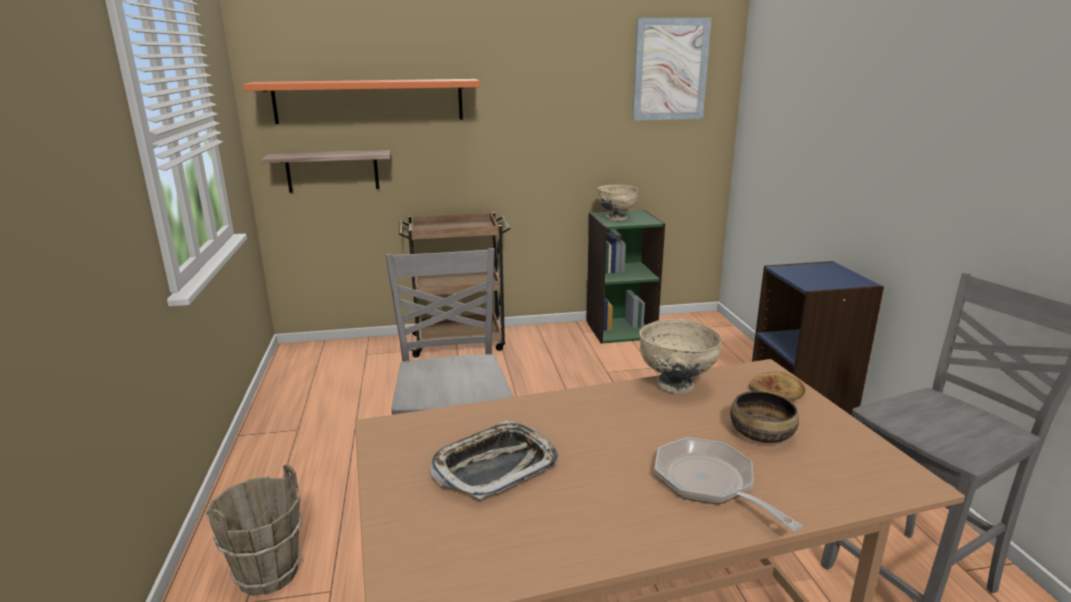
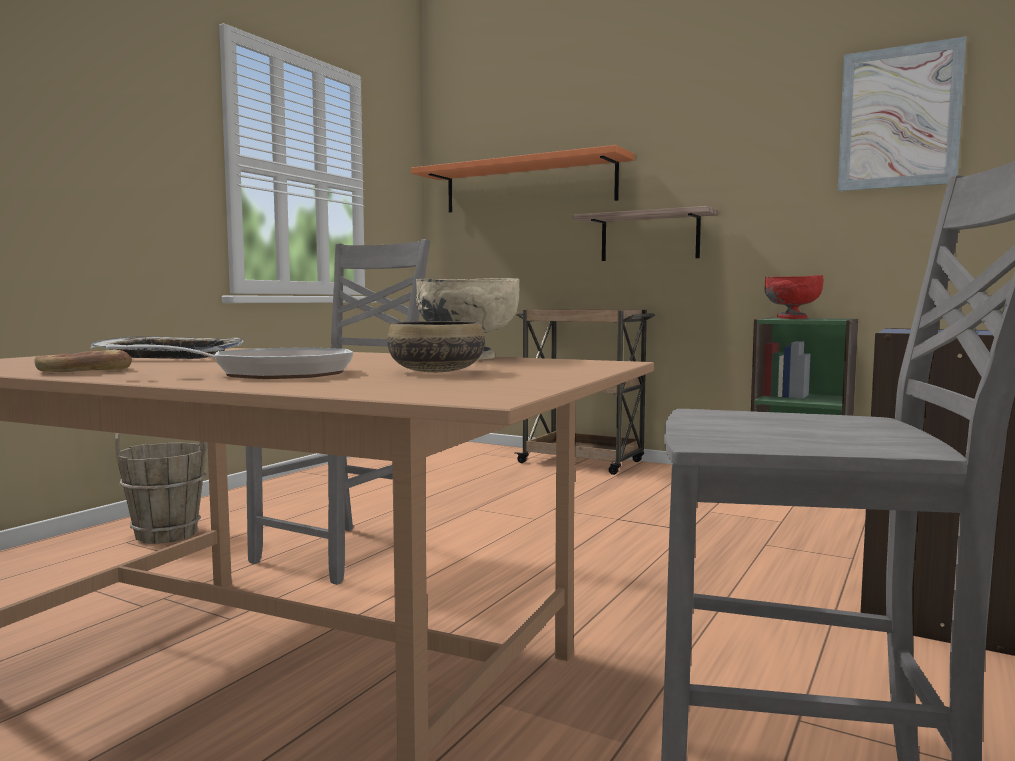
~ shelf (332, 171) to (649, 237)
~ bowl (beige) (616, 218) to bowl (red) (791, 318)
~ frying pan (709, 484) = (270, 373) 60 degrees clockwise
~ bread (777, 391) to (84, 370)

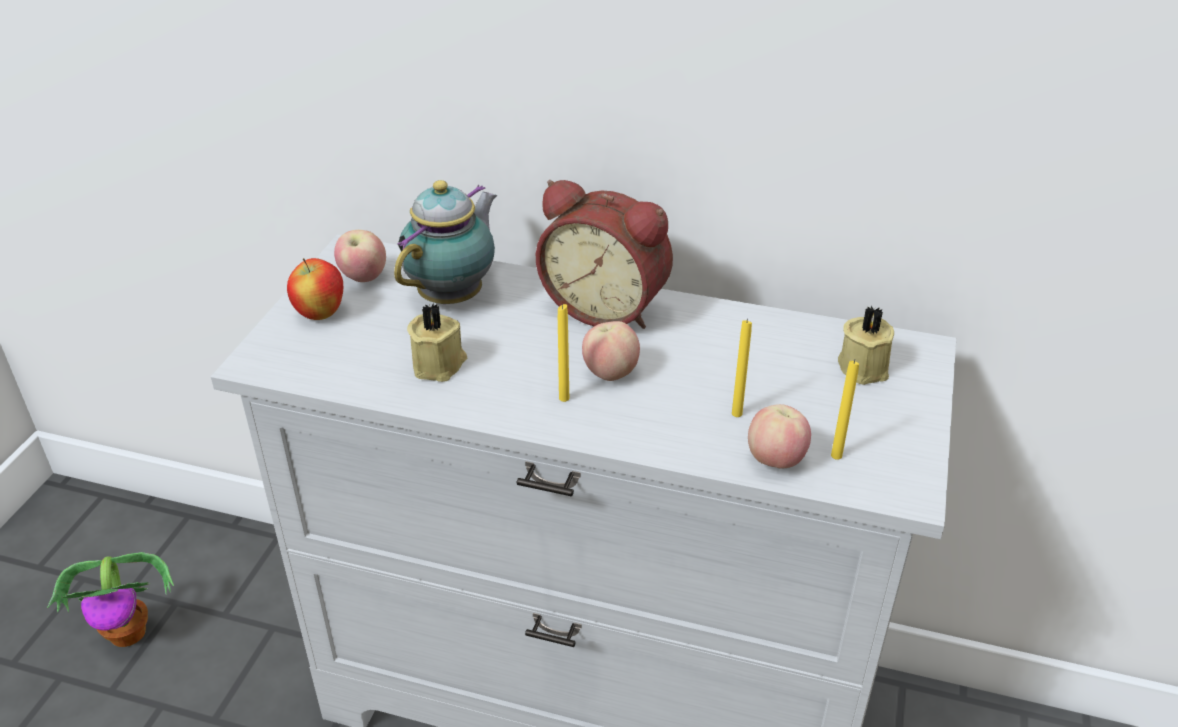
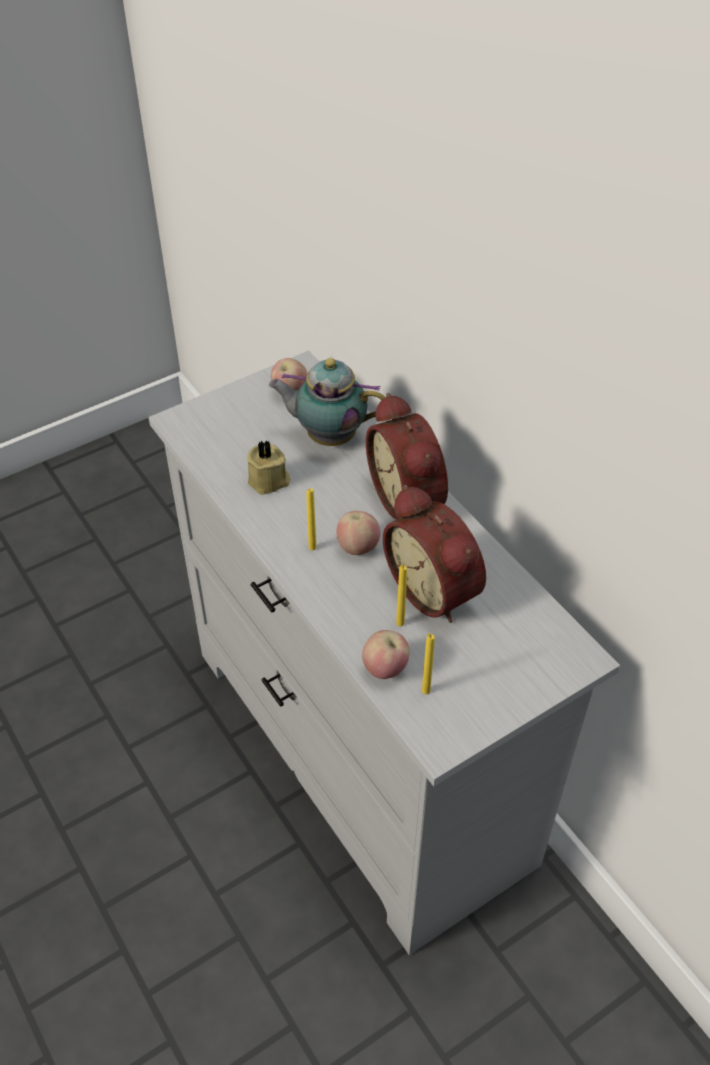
- potted plant (129, 632)
- apple (320, 314)
~ teapot (454, 295) = (328, 436) 150 degrees counterclockwise
- candle (beige) (864, 366)
+ alarm clock (436, 589)

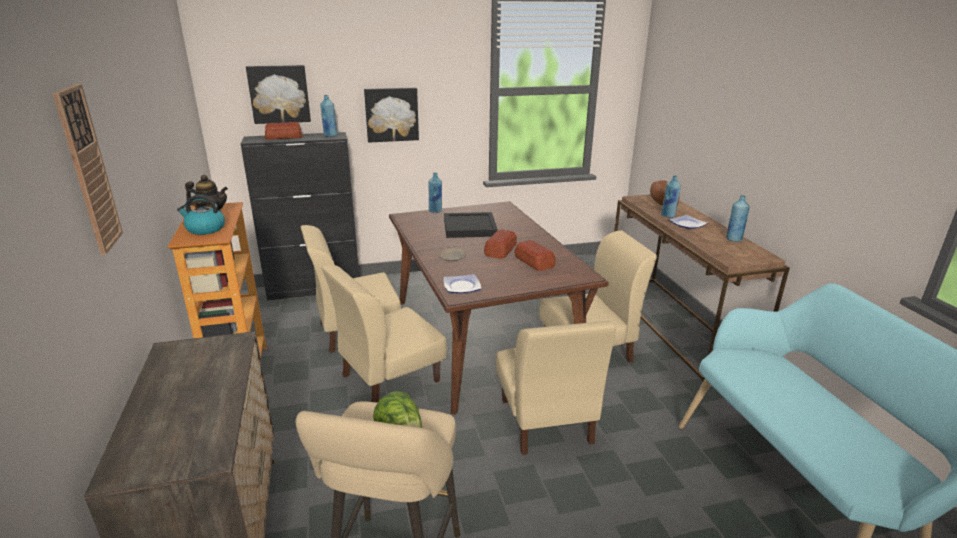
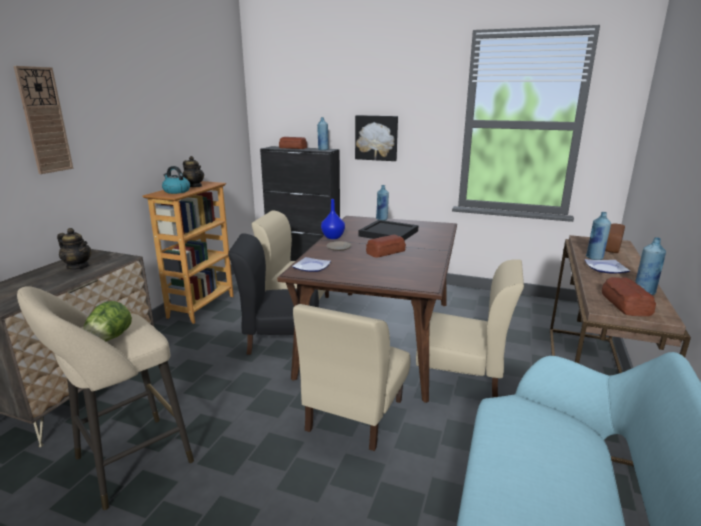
- picture (279, 94)
~ chair (beige) (389, 378) to chair (black) (280, 339)
~ bread (534, 262) to (625, 304)
+ teapot (78, 266)
+ vase (blue) (333, 237)

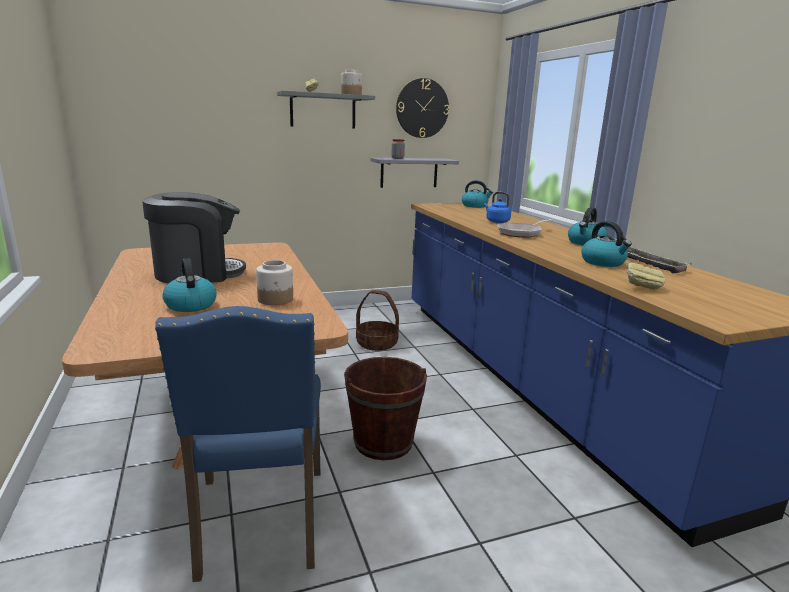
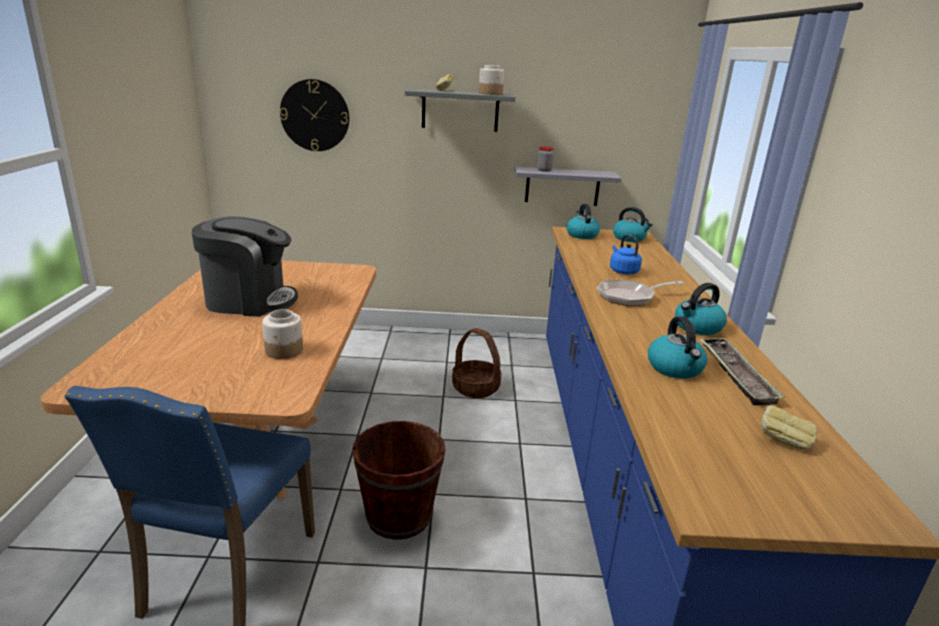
~ kettle (190, 305) to (581, 235)
~ wall clock (422, 108) to (315, 115)
~ bread (642, 288) to (783, 442)

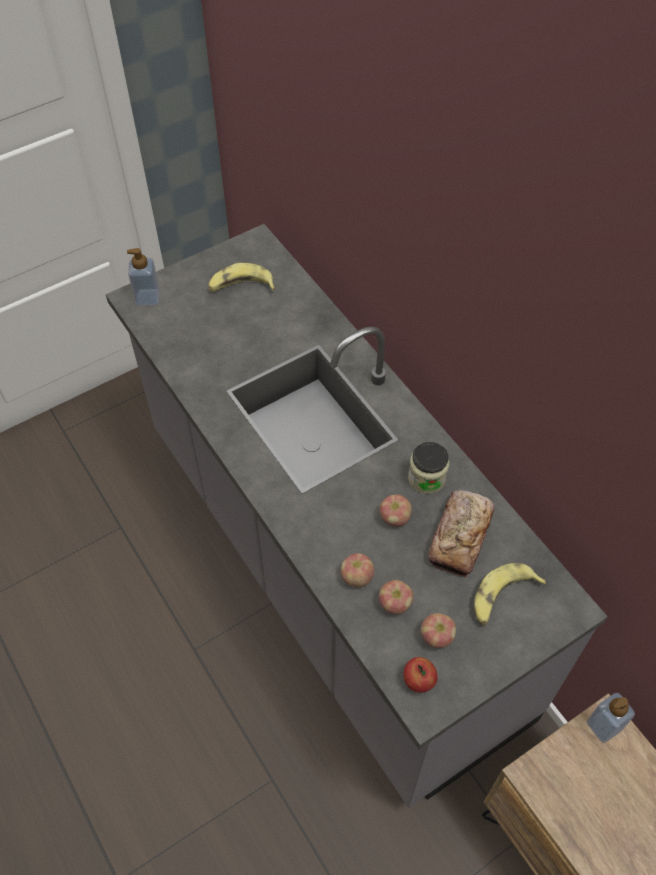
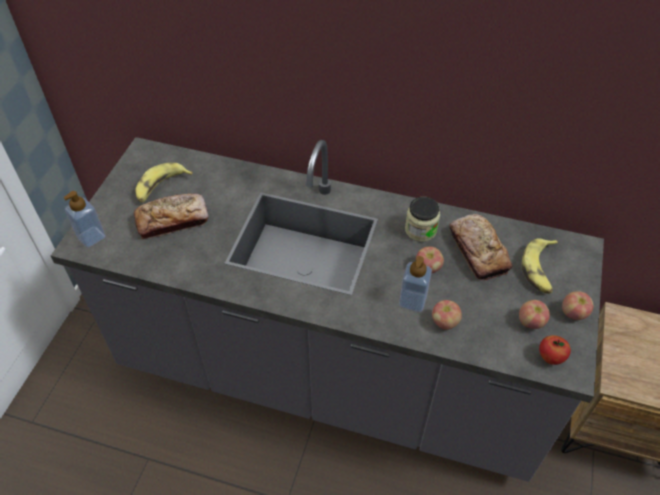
~ apple (395, 603) to (573, 313)
~ soap dispenser (603, 726) to (412, 301)
+ bread (172, 220)

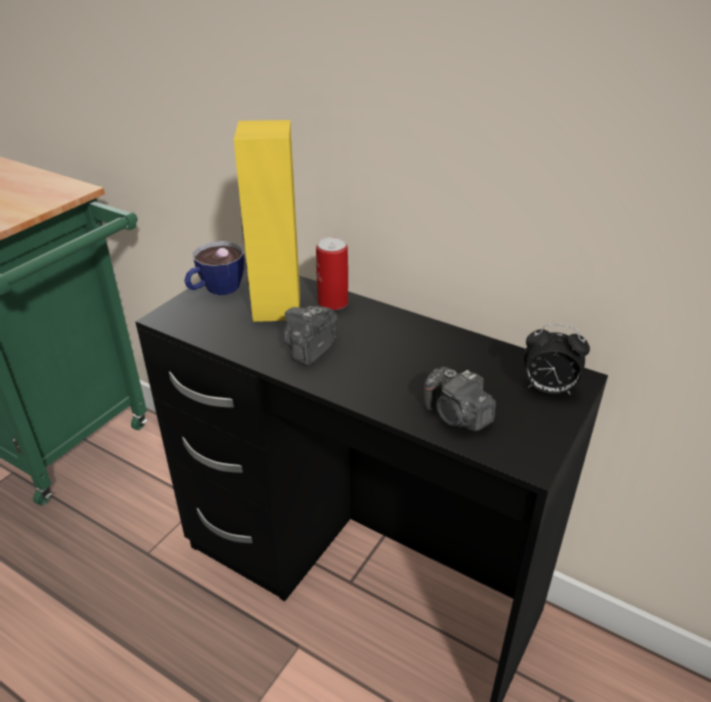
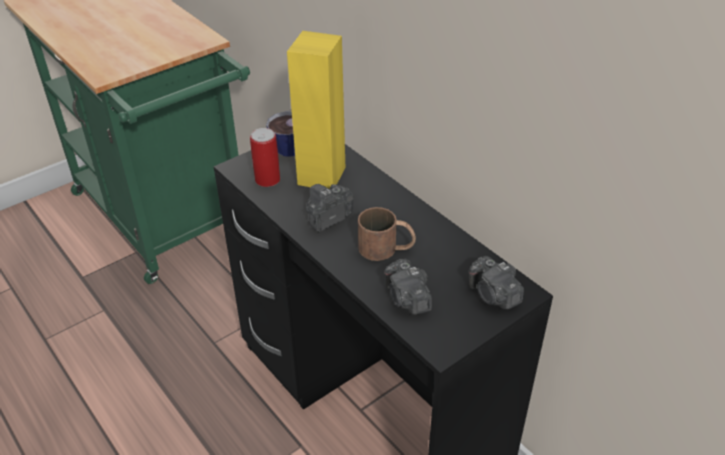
~ can (333, 303) to (267, 180)
~ alarm clock (547, 389) to photo camera (493, 295)
+ mug (brown) (386, 248)

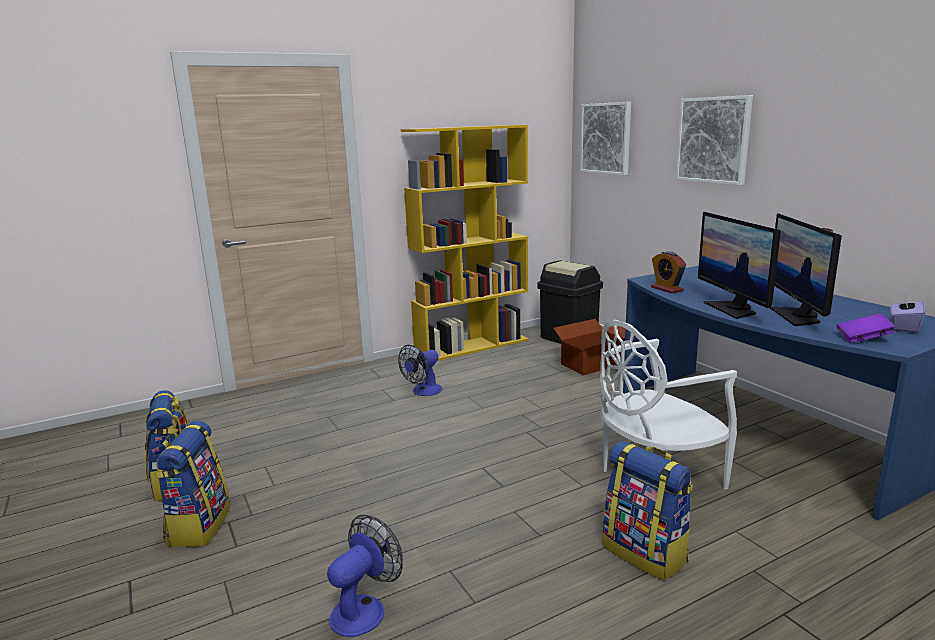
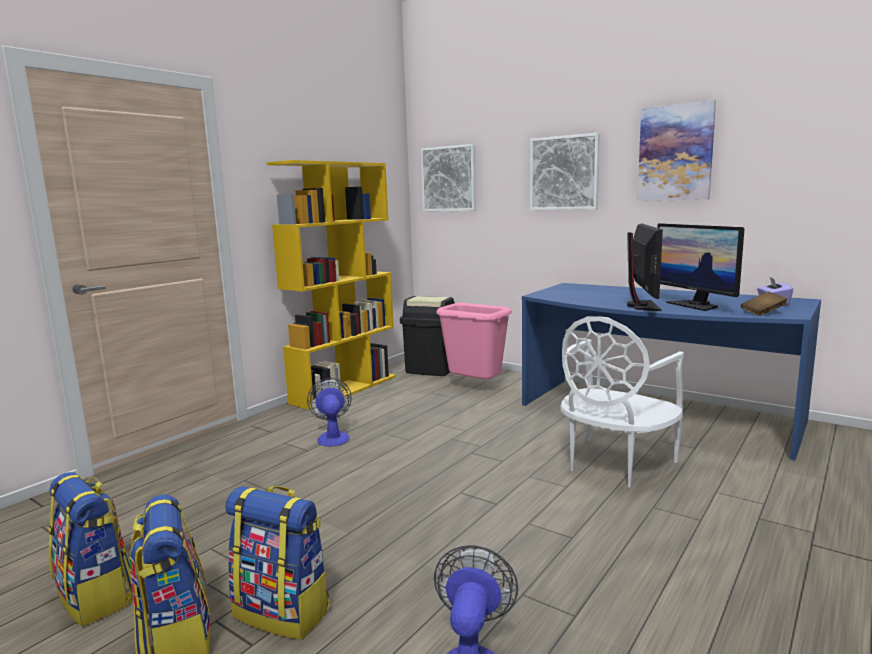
~ fan (423, 392) = (332, 437) 150 degrees clockwise
~ cardboard box (594, 364) to trash can (pink) (475, 387)
~ backpack (645, 553) to (283, 612)
- alarm clock (666, 289)
~ monitor (733, 309) = (642, 306) 135 degrees counterclockwise
~ book (purple) (863, 339) to book (brown) (763, 313)
+ picture (675, 153)

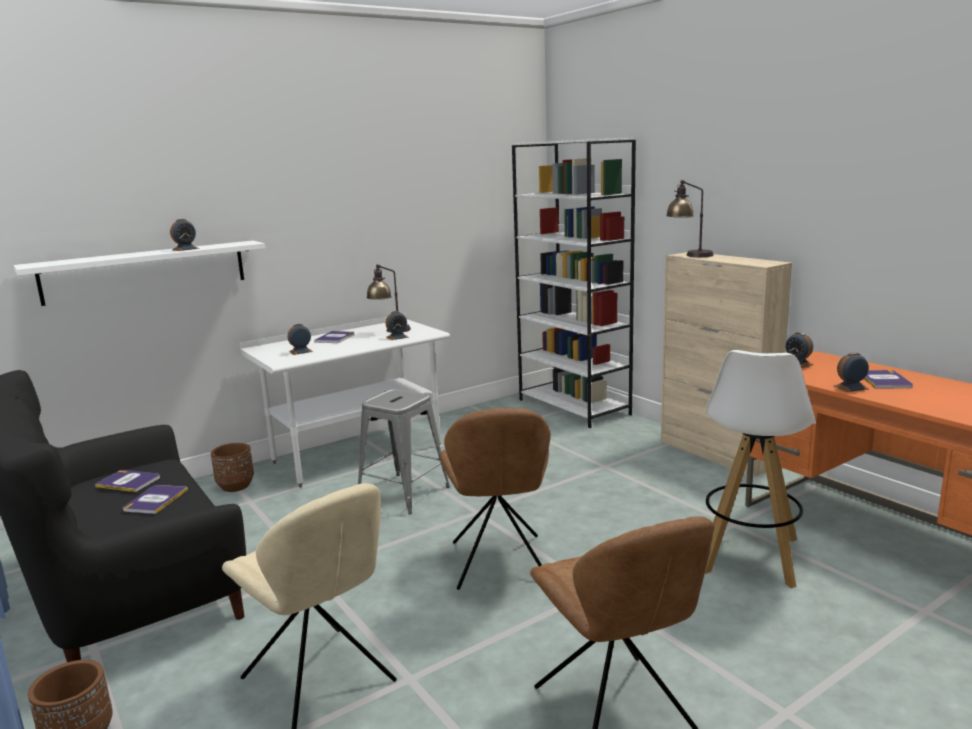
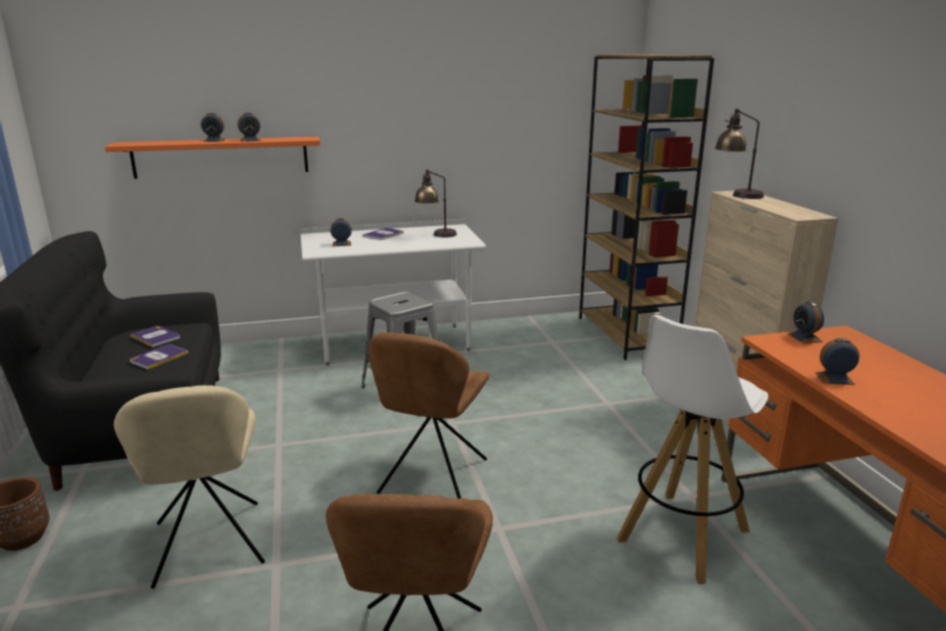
~ shelf (white) (146, 271) to shelf (orange) (221, 157)
- planter (brown) (235, 486)
~ alarm clock (397, 337) to (214, 140)
~ bookcase (white) (574, 407) to bookcase (brown) (627, 335)
- book (884, 380)

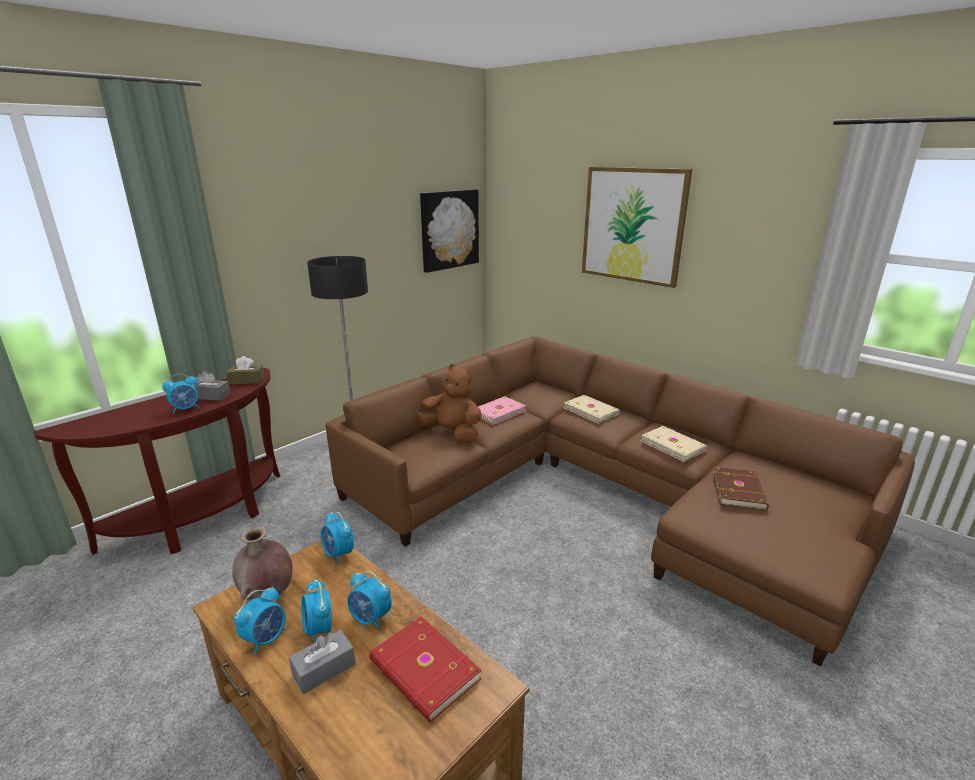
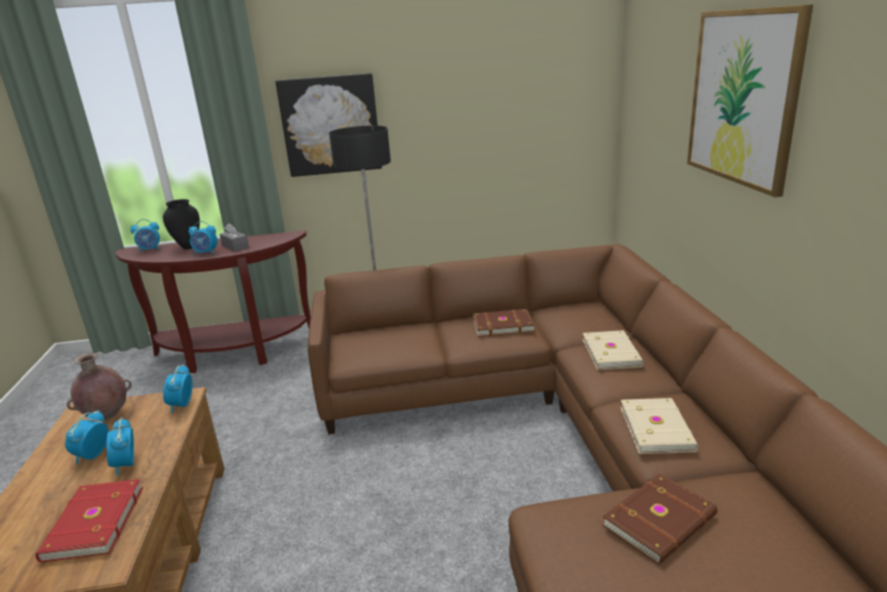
- tissue box (brown) (247, 380)
~ alarm clock (266, 638) to (150, 250)
- tissue box (grey) (324, 669)
- plush toy (brown) (452, 434)
~ picture (449, 229) to (330, 125)
~ book (pink) (497, 412) to book (brown) (502, 325)
+ vase (black) (188, 247)

